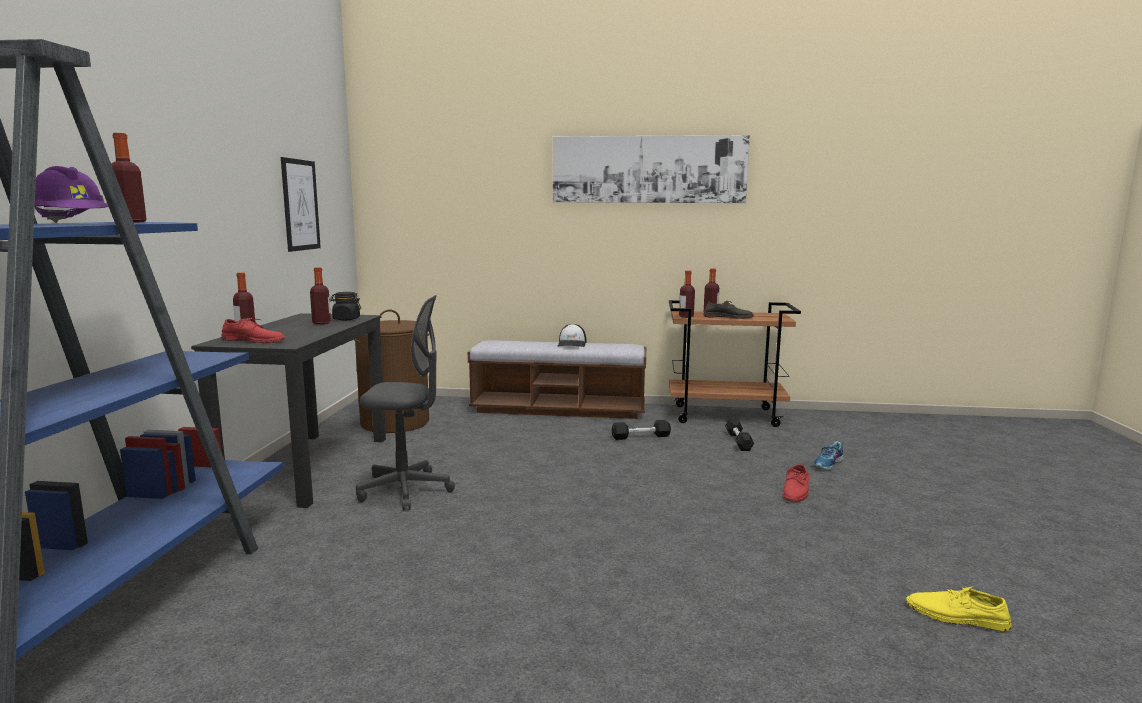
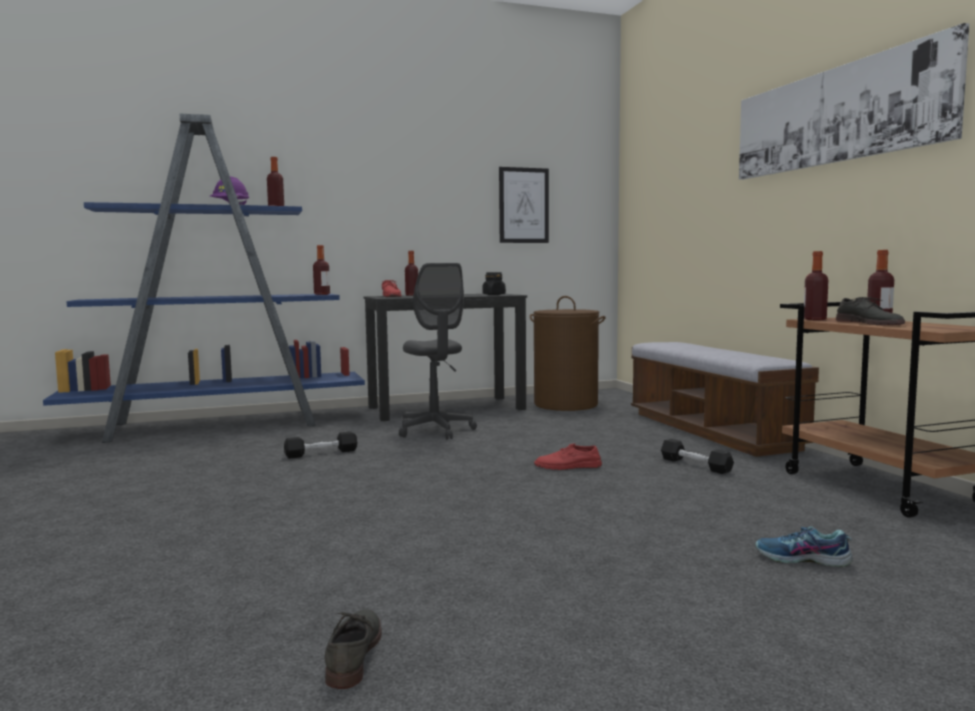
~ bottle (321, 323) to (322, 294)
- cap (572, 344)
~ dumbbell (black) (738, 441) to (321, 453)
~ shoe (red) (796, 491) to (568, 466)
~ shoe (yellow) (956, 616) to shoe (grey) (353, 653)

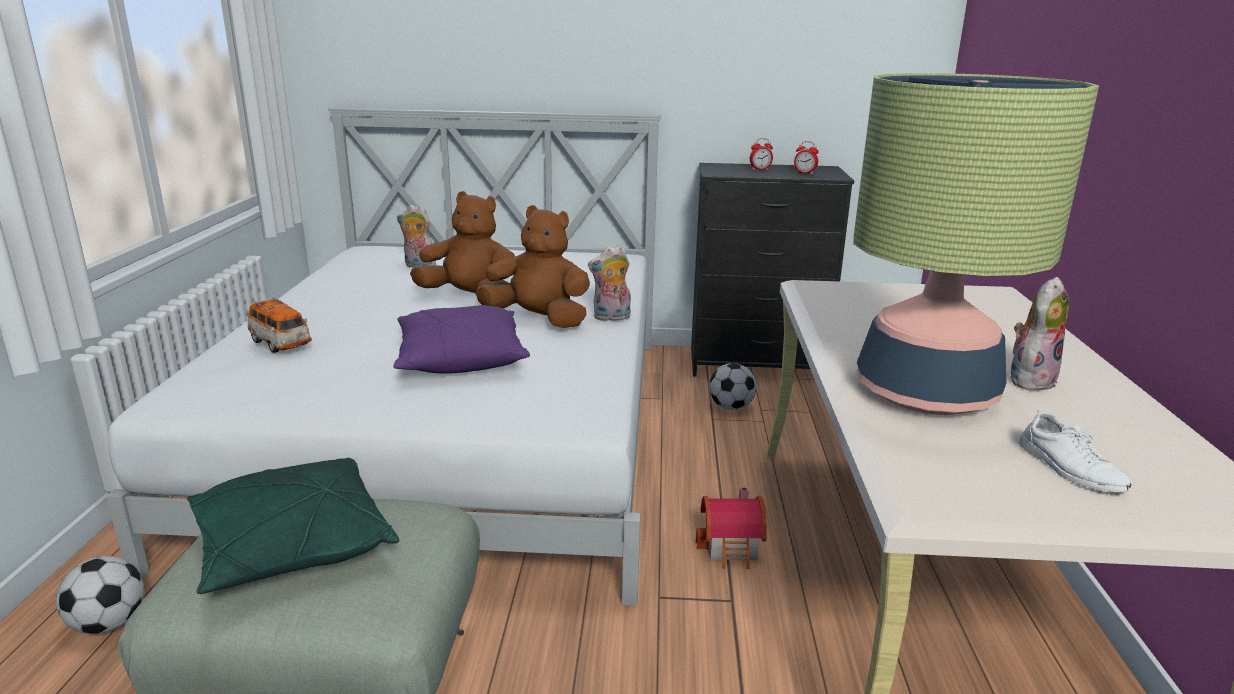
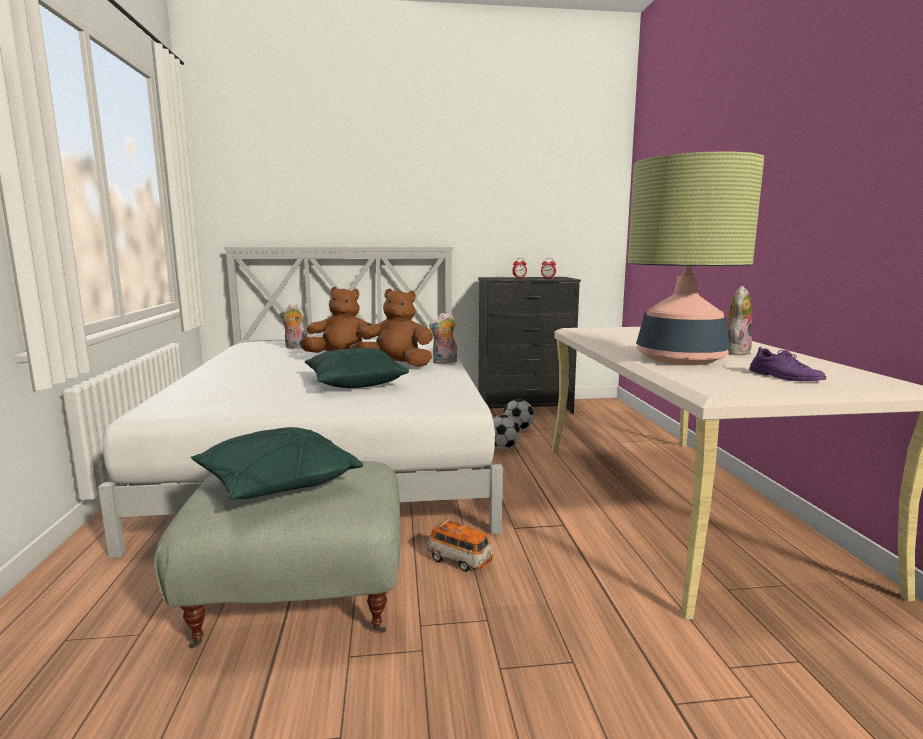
~ football (108, 624) to (502, 448)
~ toy car (280, 344) to (459, 560)
~ pillow (purple) (460, 359) to pillow (green) (354, 383)
- toy house (733, 548)
~ shoe (white) (1069, 468) to shoe (purple) (785, 377)

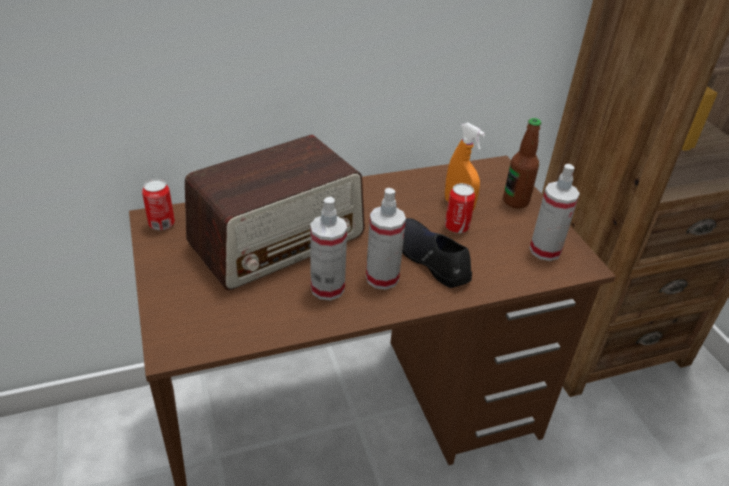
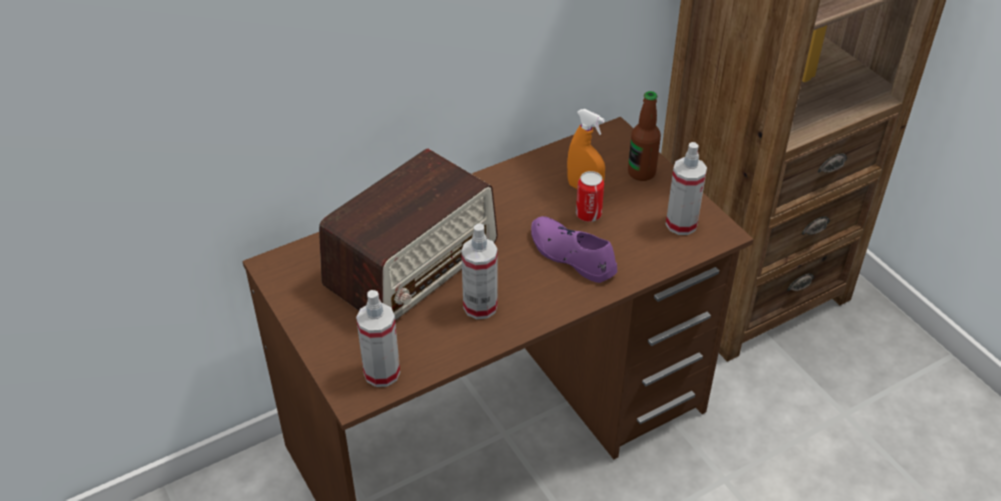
- can (162, 224)
~ spray bottle (382, 278) to (382, 373)
~ shoe (black) (430, 259) to shoe (purple) (571, 255)

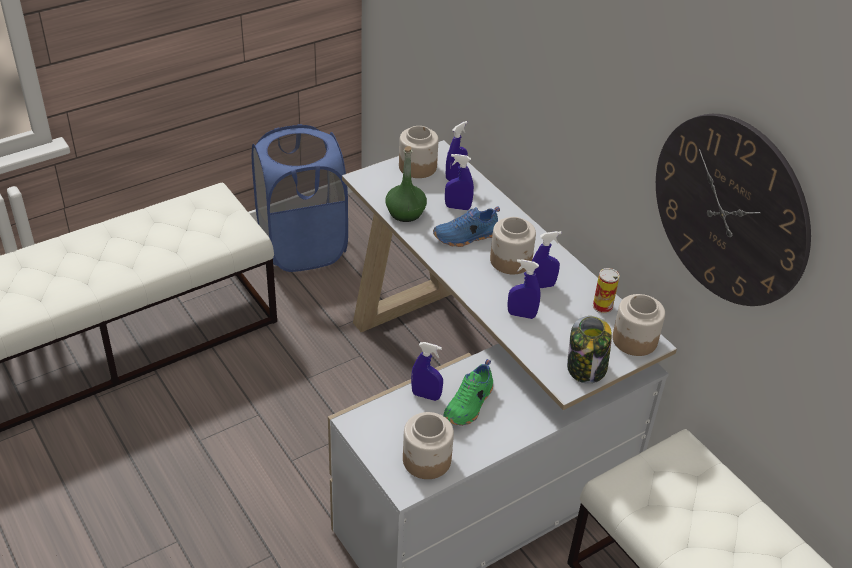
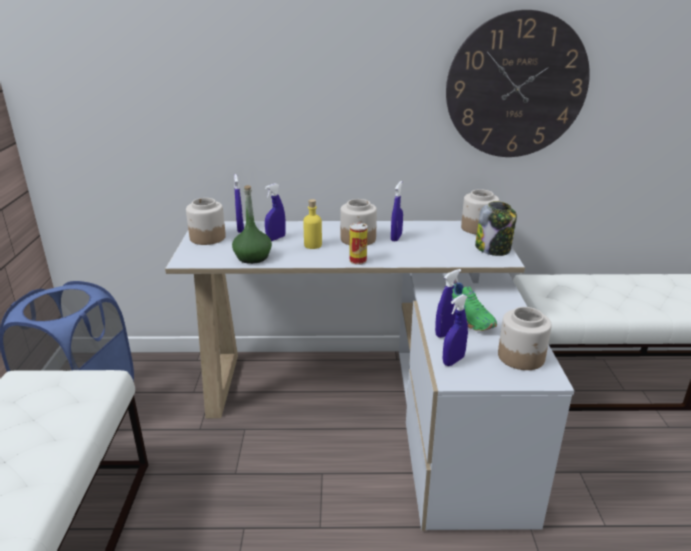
~ shoe (blue) (466, 237) to bottle (yellow) (313, 245)
~ spray bottle (blue) (521, 315) to (453, 361)
~ can (602, 306) to (358, 261)

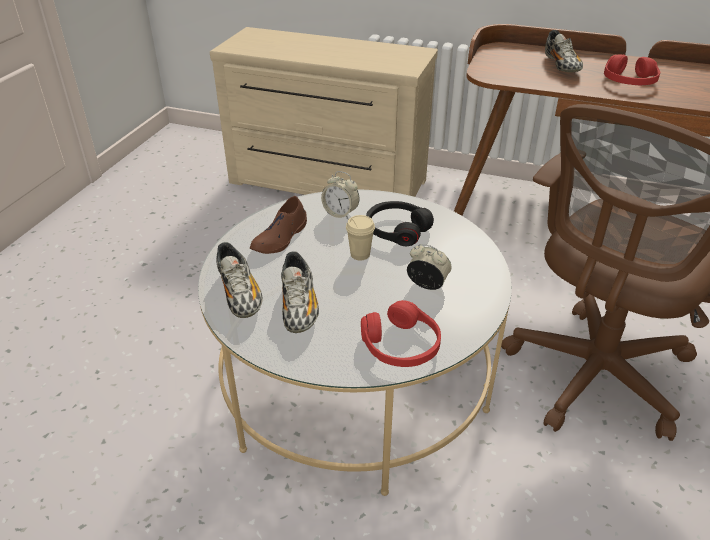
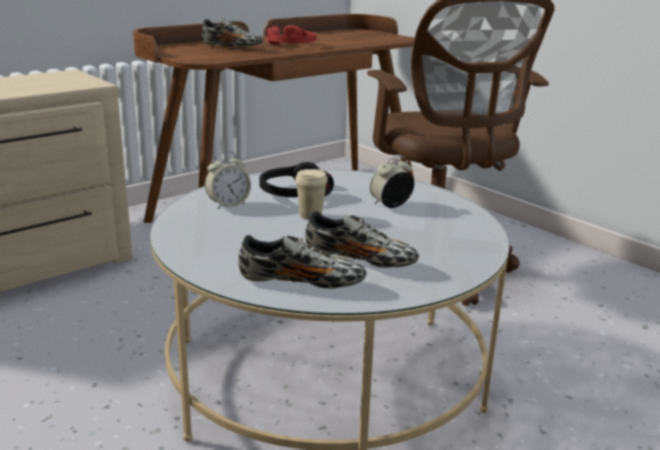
- shoe (brown) (280, 238)
- headphones (red) (401, 345)

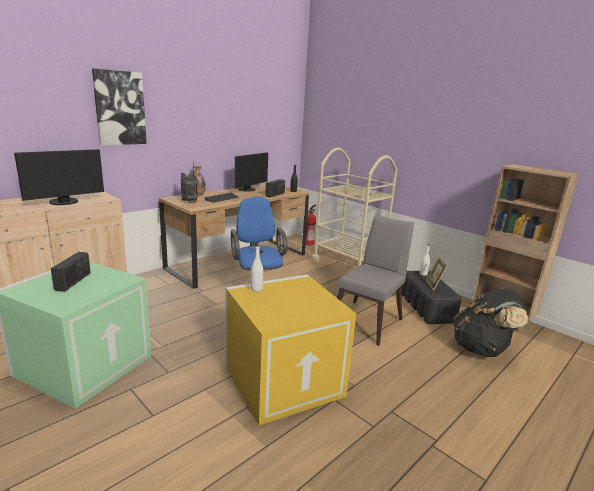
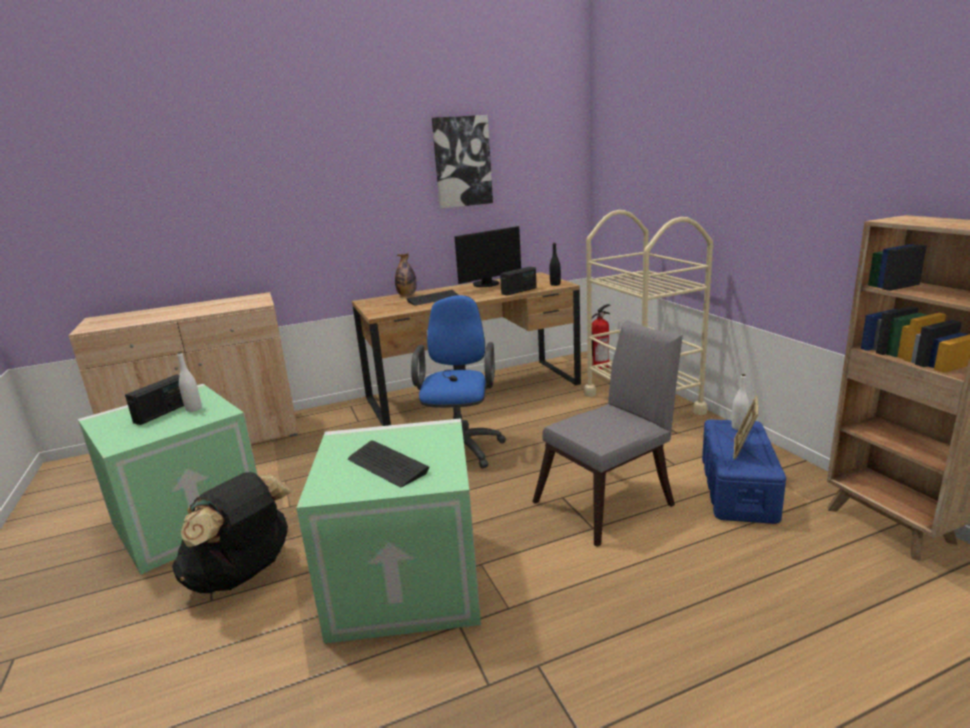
- monitor (65, 202)
~ picture (119, 108) to (462, 162)
- radio (189, 202)
~ storage box (yellow) (284, 379) to storage box (green) (408, 579)
~ bottle (white) (256, 289) to (193, 409)
~ storage box (black) (426, 308) to storage box (blue) (738, 489)
~ backpack (black) (481, 349) to (243, 575)
+ keyboard (387, 465)

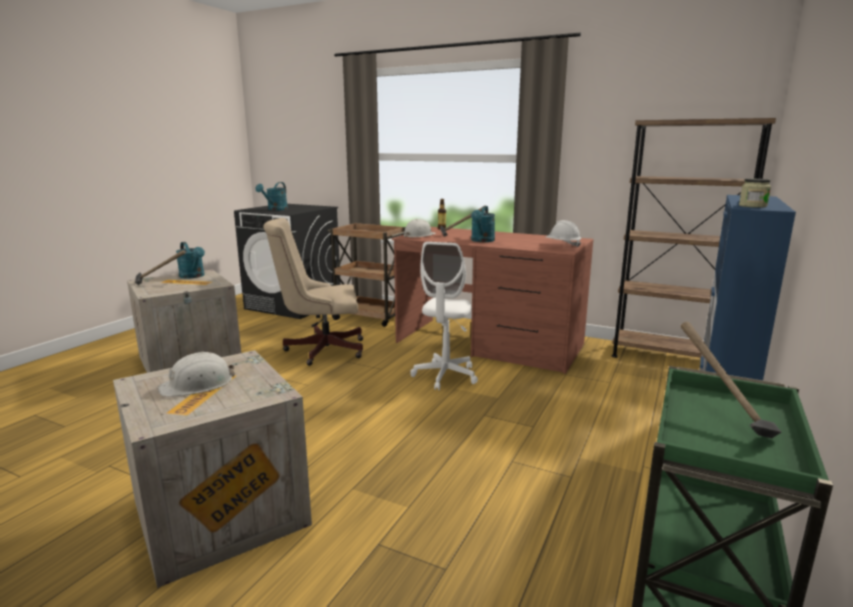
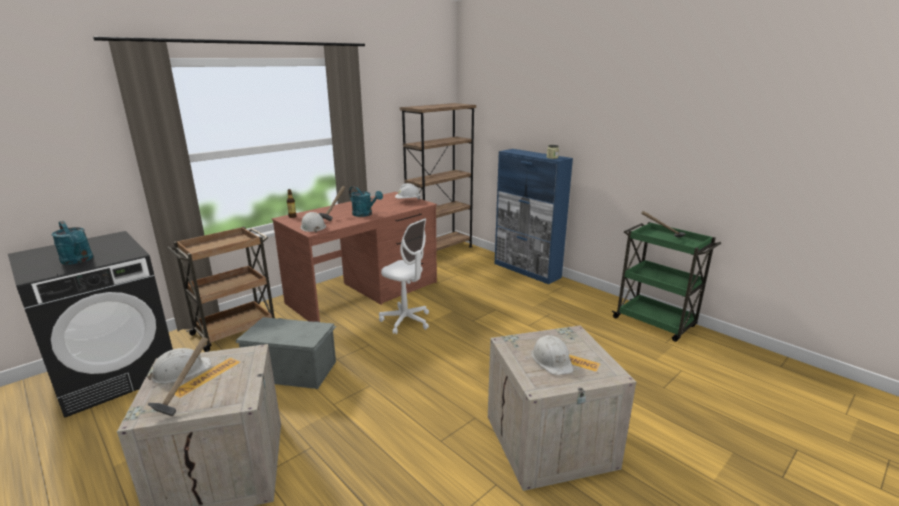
~ watering can (turquoise) (193, 276) to hard hat (white) (181, 371)
~ office chair (beige) (320, 349) to storage box (grey) (292, 370)

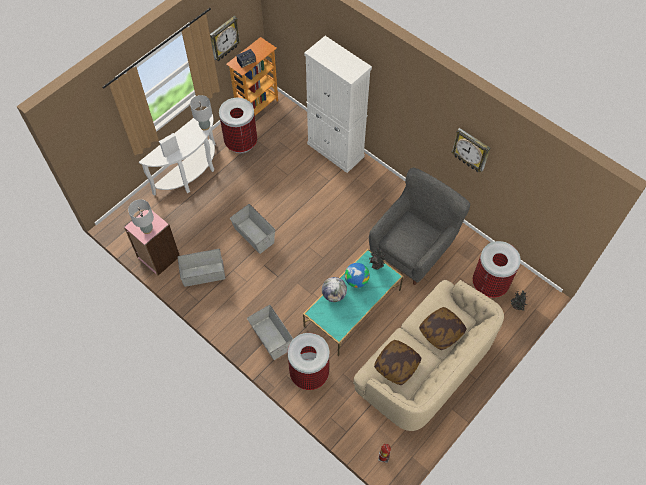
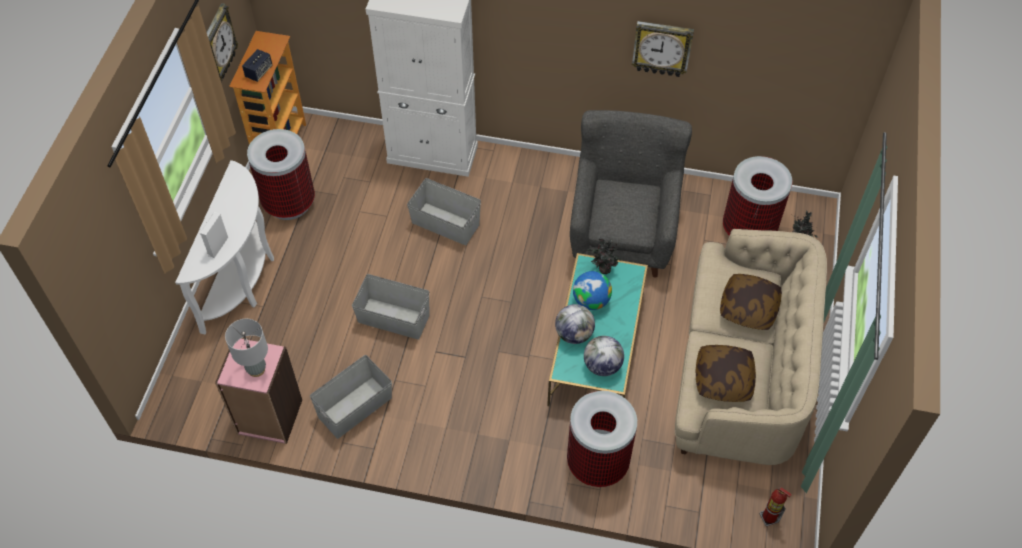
- table lamp (grey) (205, 126)
~ storage box (grey) (271, 337) to (445, 223)
+ globe (602, 366)

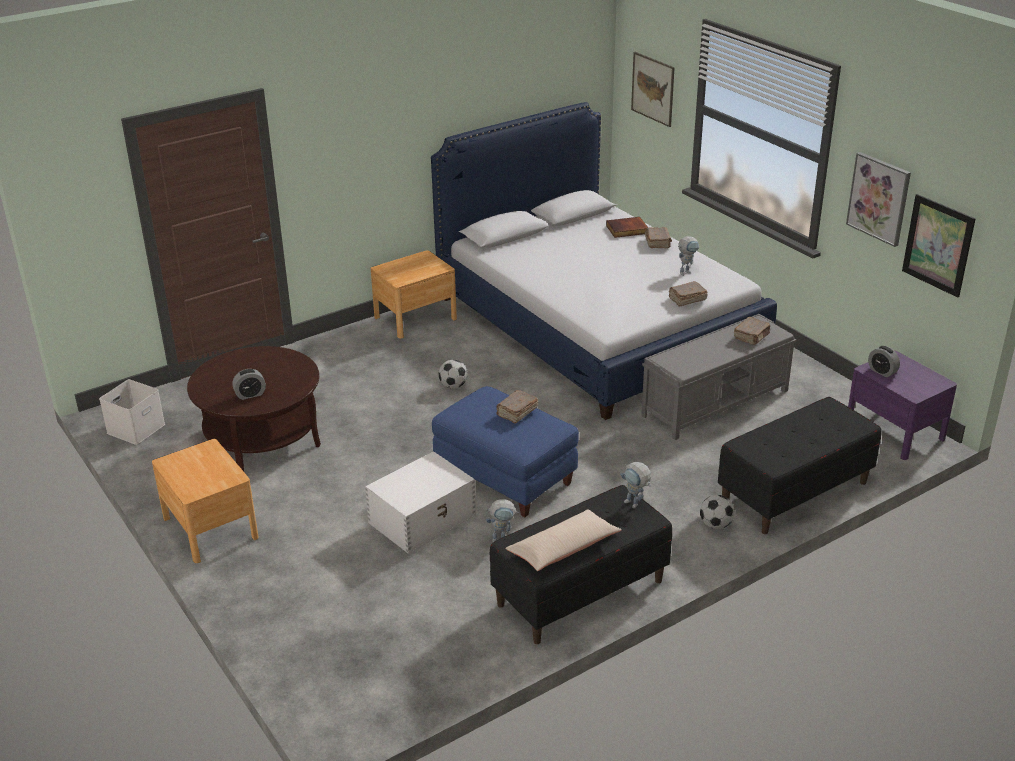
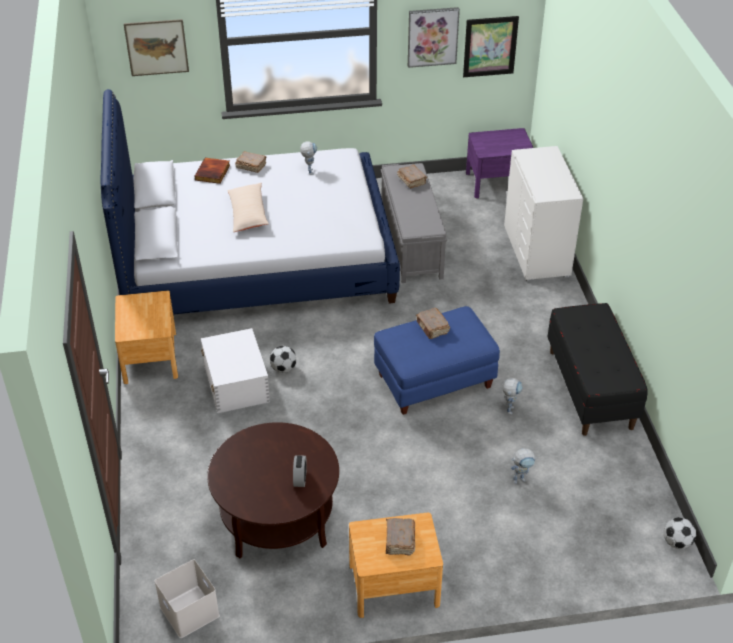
~ storage box (white) (423, 519) to (236, 382)
~ pillow (beige) (563, 549) to (248, 213)
~ toy robot (635, 505) to (521, 479)
~ book (brown) (687, 299) to (399, 541)
~ football (715, 525) to (677, 542)
~ bench (black) (794, 493) to dresser (white) (537, 251)
- alarm clock (882, 371)

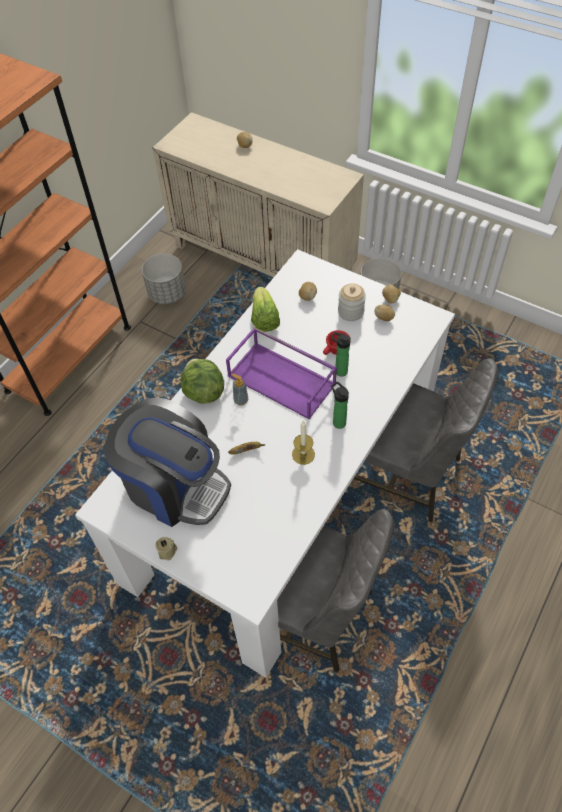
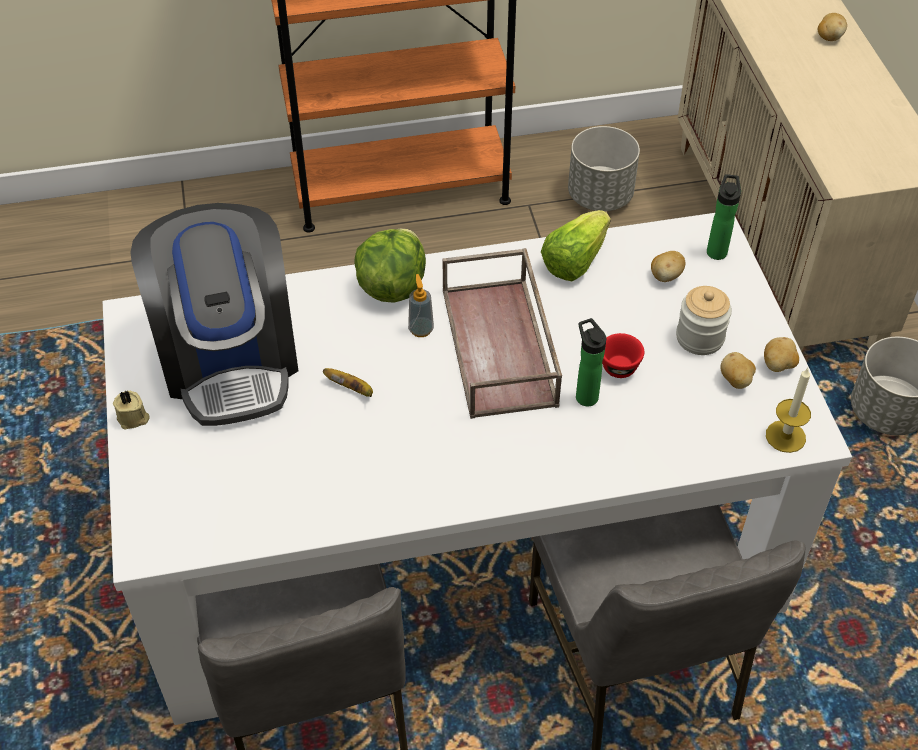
~ tray (purple) (283, 380) to tray (brown) (501, 348)
~ candle (303, 454) to (785, 436)
~ bottle (338, 422) to (717, 250)

